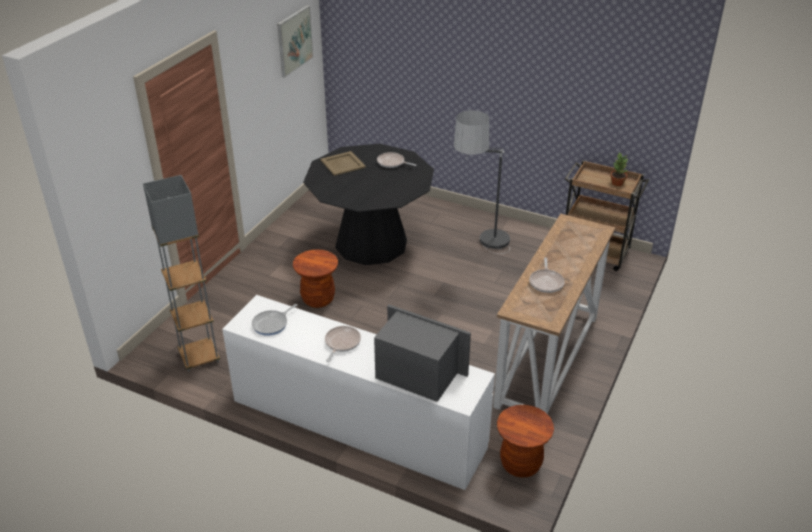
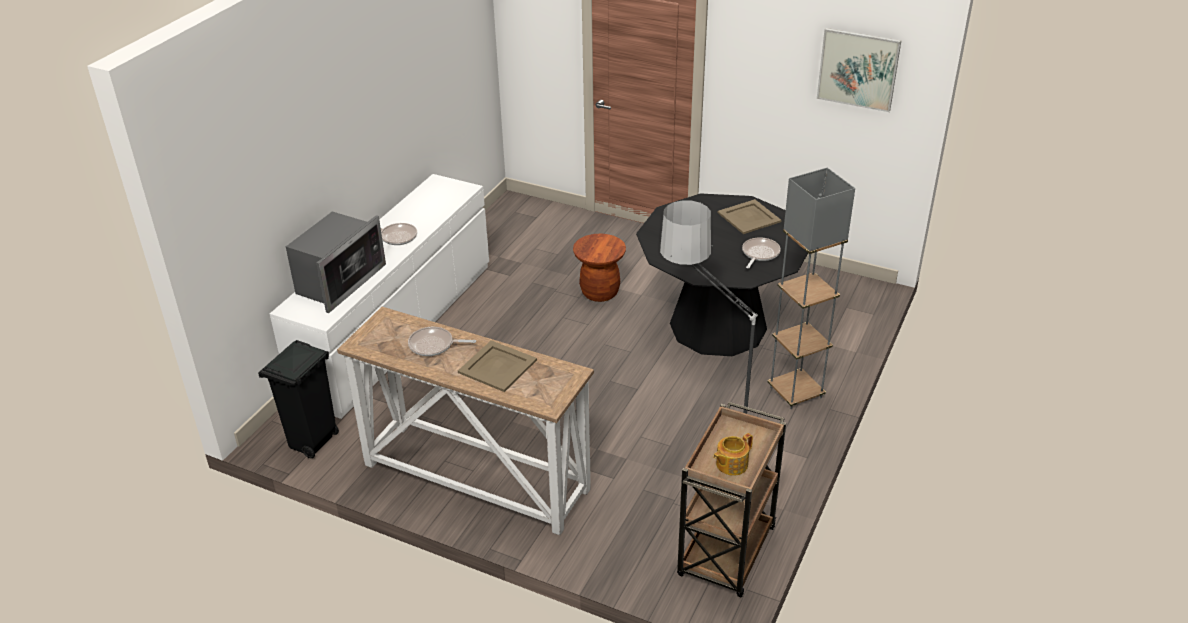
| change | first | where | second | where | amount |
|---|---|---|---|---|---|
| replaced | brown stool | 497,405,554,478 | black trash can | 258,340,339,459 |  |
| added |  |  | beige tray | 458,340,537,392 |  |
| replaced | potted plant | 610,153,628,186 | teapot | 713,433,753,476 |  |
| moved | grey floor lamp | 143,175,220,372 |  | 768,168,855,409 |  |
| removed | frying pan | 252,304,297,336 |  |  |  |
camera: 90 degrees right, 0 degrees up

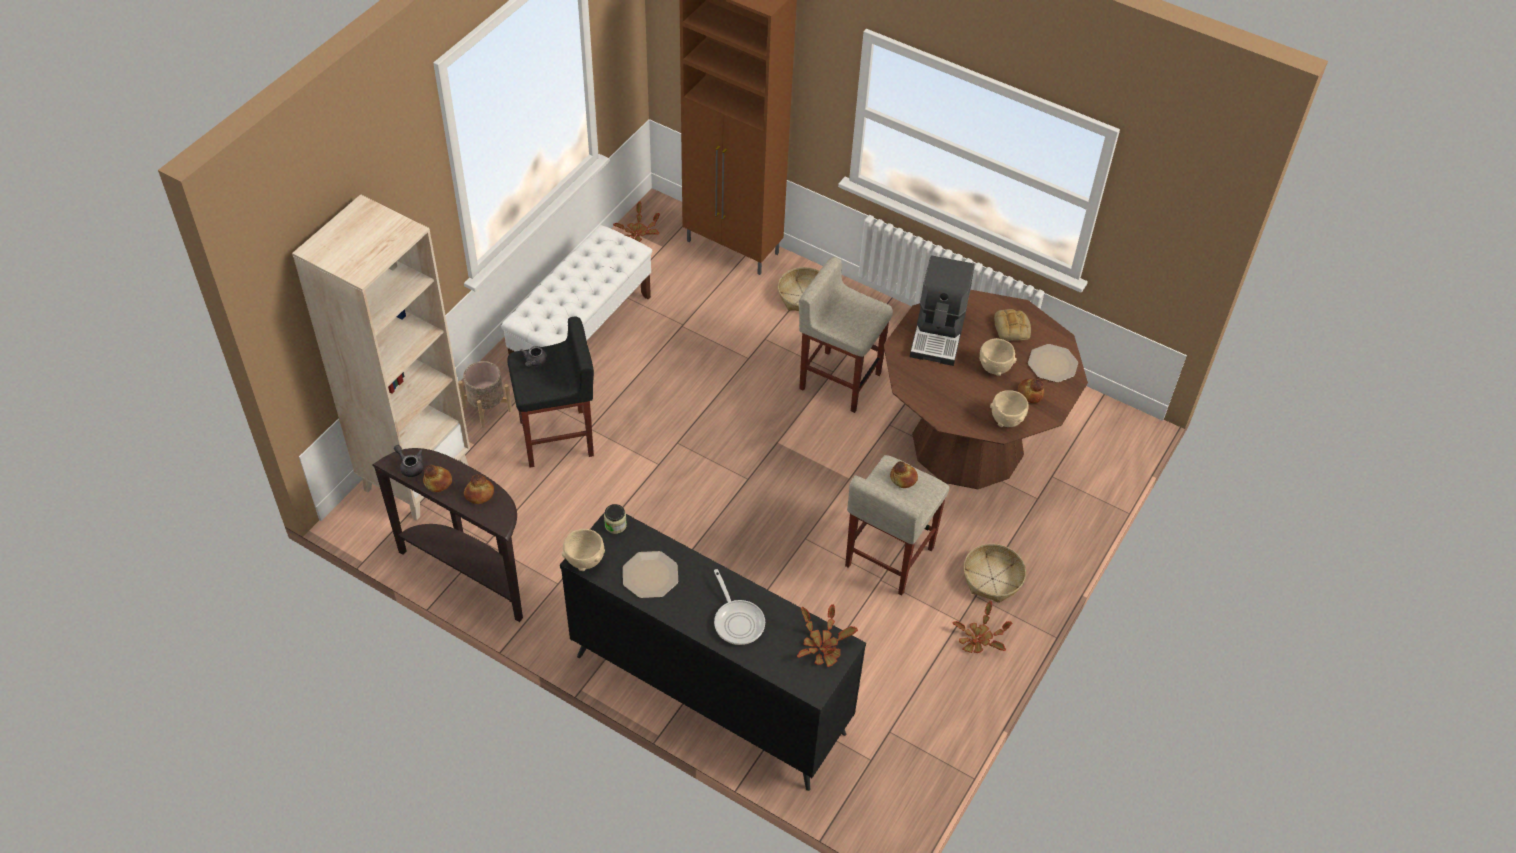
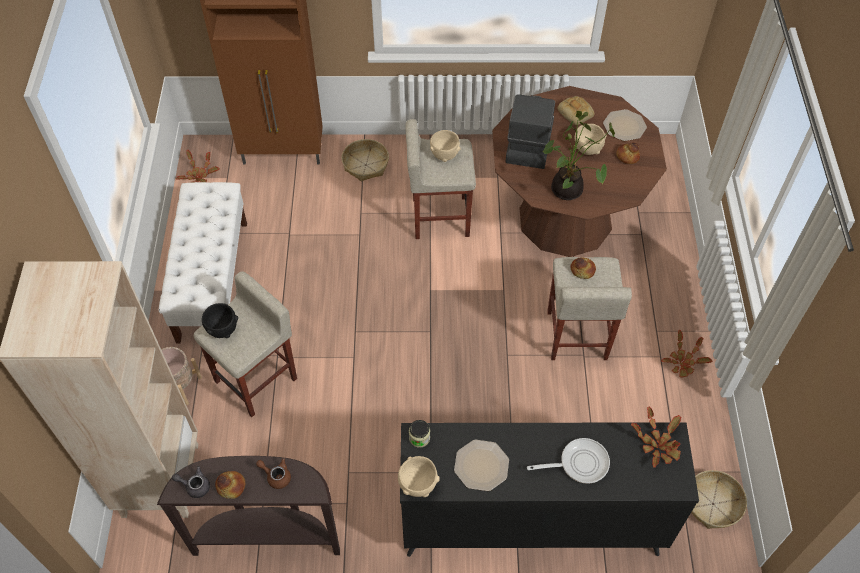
| change | first | where | second | where | amount |
|---|---|---|---|---|---|
| recoloured | black stool | 507,317,594,468 | beige stool | 194,271,297,417 |  |
| replaced | grey teapot | 520,346,547,367 | black bowl | 202,303,238,338 |  |
| replaced | bread | 464,474,494,504 | brown teapot | 256,458,291,489 |  |
| moved | beige bowl | 990,390,1029,427 |  | 430,130,461,162 |  |
| turned | coffee machine | 910,256,975,366 |  | 505,95,555,169 | 150 degrees counterclockwise |
| turned | frying pan | 714,569,765,645 |  | 527,438,610,484 | 45 degrees counterclockwise |
| added |  |  | potted plant | 543,111,615,200 |  |
| moved | basket | 963,544,1026,603 |  | 691,470,747,529 |  |
camera: 30 degrees left, 5 degrees up

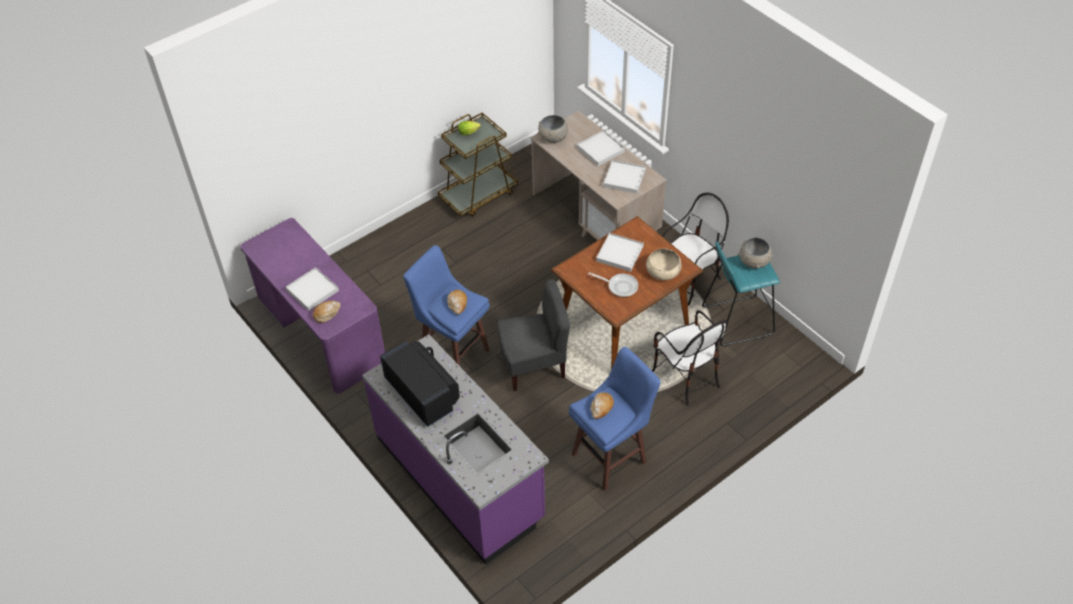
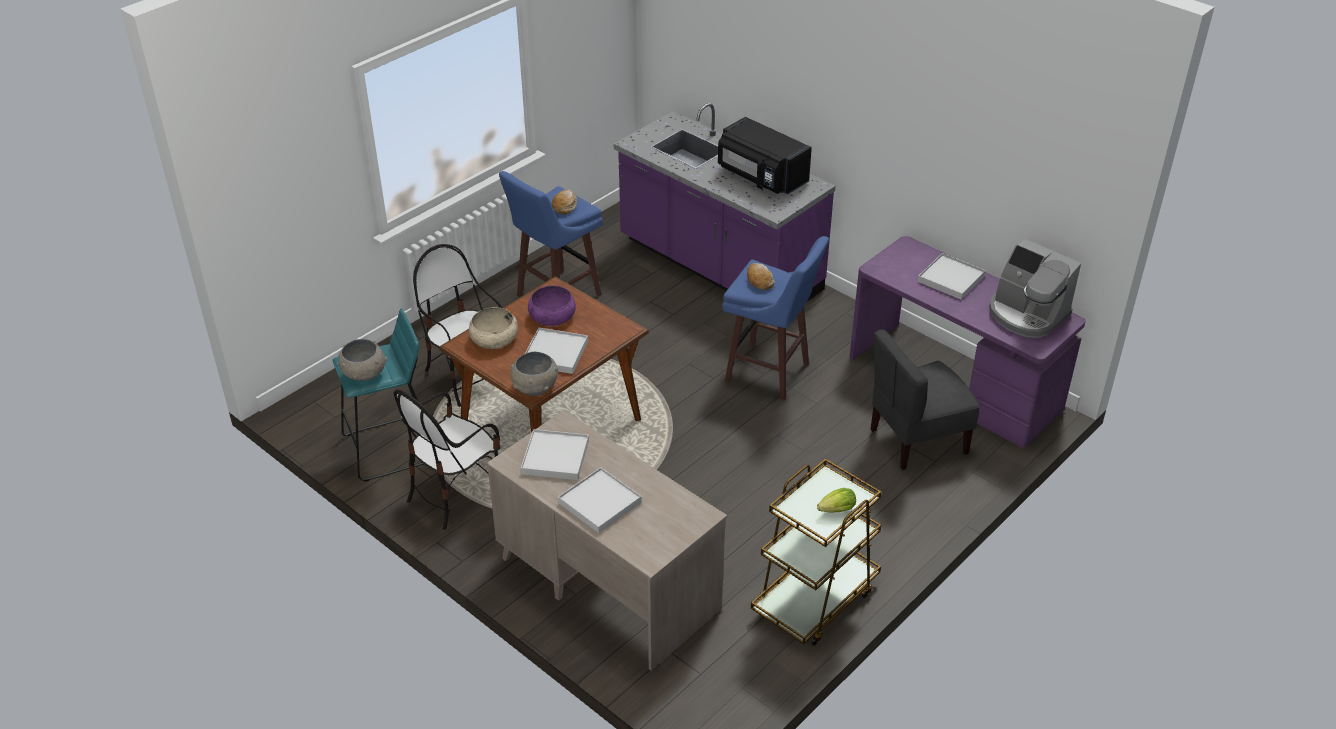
| change | first | where | second | where | amount |
|---|---|---|---|---|---|
| moved | grey bowl | 538,115,568,143 |  | 510,352,558,396 |  |
| replaced | frying pan | 588,273,638,297 | purple bowl | 528,285,576,326 |  |
| moved | grey chair | 498,279,570,391 |  | 871,329,980,470 |  |
| added |  |  | coffee machine | 989,239,1081,338 |  |
| removed | bread | 313,301,341,323 |  |  |  |
camera: 170 degrees right, 10 degrees down

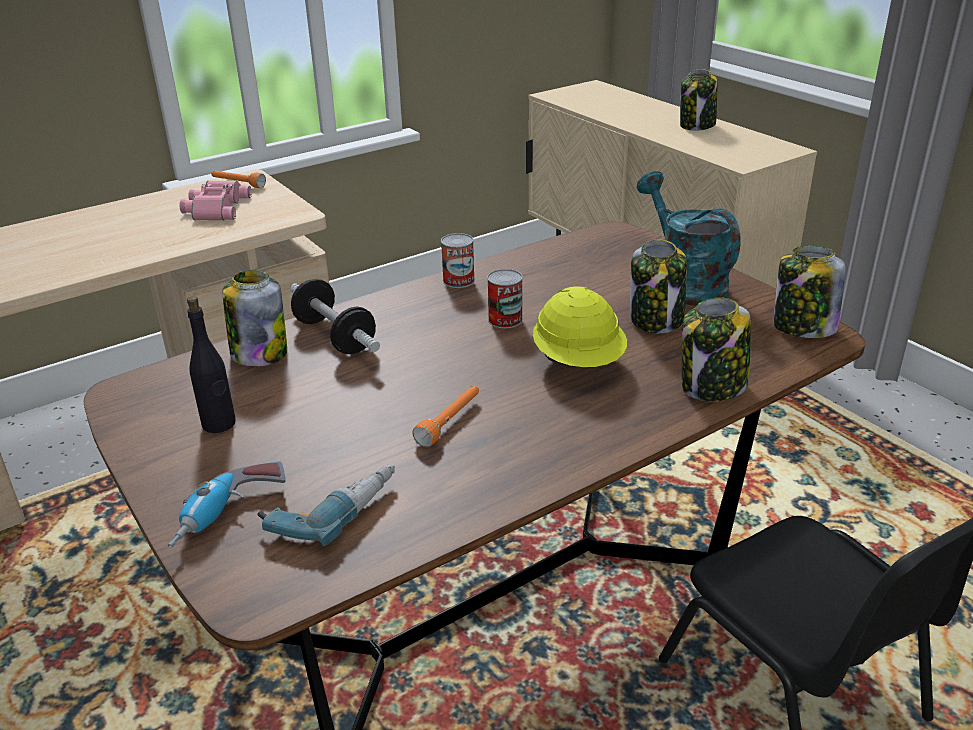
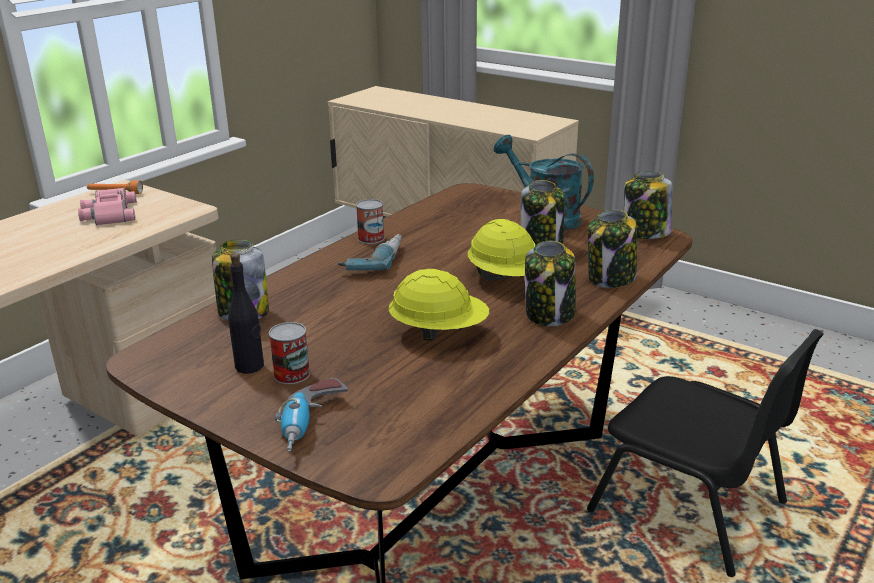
| change | first | where | second | where | amount |
|---|---|---|---|---|---|
| moved | can | 487,269,523,328 |  | 269,322,310,384 |  |
| moved | power drill | 257,464,395,546 |  | 338,234,402,271 |  |
| replaced | orange flashlight | 412,385,479,447 | yellow hard hat | 389,269,489,341 |  |
| moved | jar | 680,69,717,131 |  | 525,241,576,326 |  |
| removed | dumbbell | 290,279,380,354 |  |  |  |
camera: 20 degrees left, 5 degrees down

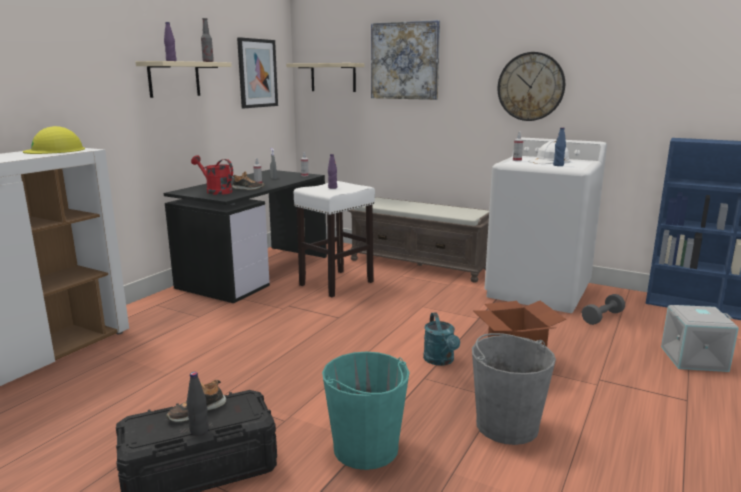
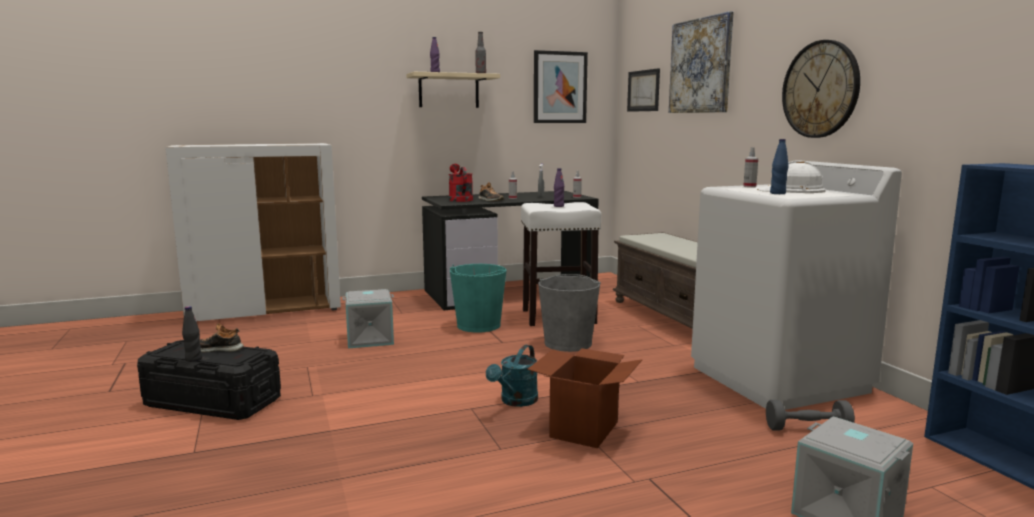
| change | first | where | second | where | amount |
|---|---|---|---|---|---|
| added |  |  | grey storage box | 342,289,394,348 |  |
| moved | turquoise bucket | 322,352,409,470 |  | 450,264,507,333 |  |
| moved | grey bucket | 472,333,556,445 |  | 538,274,601,352 |  |
| replaced | beige shelf | 286,63,364,92 | picture | 627,68,660,112 |  |
| removed | yellow hard hat | 23,126,85,154 |  |  |  |
camera: 40 degrees right, 5 degrees down

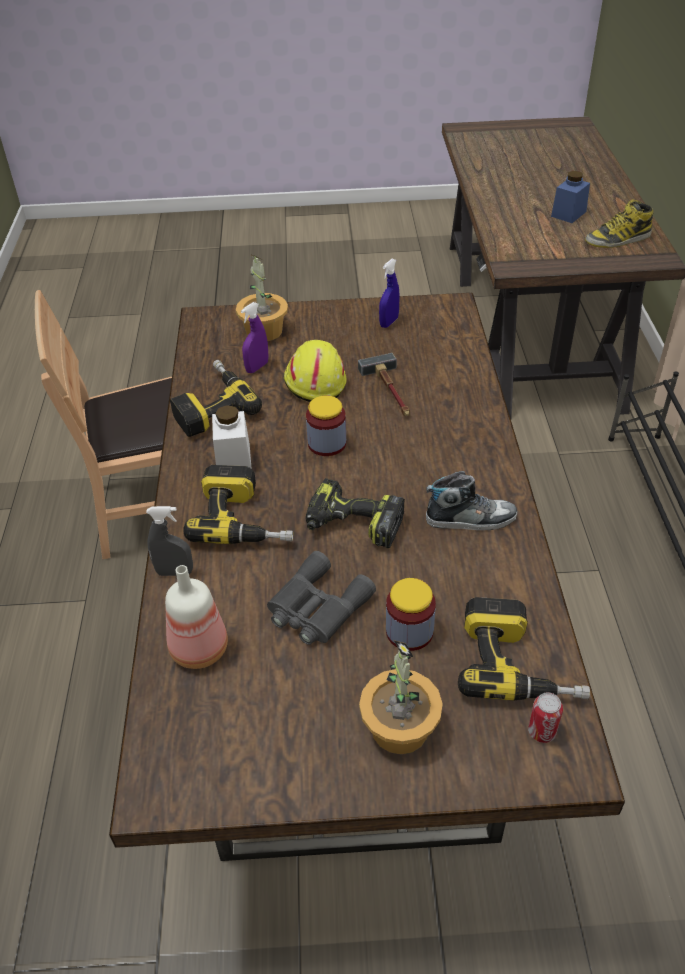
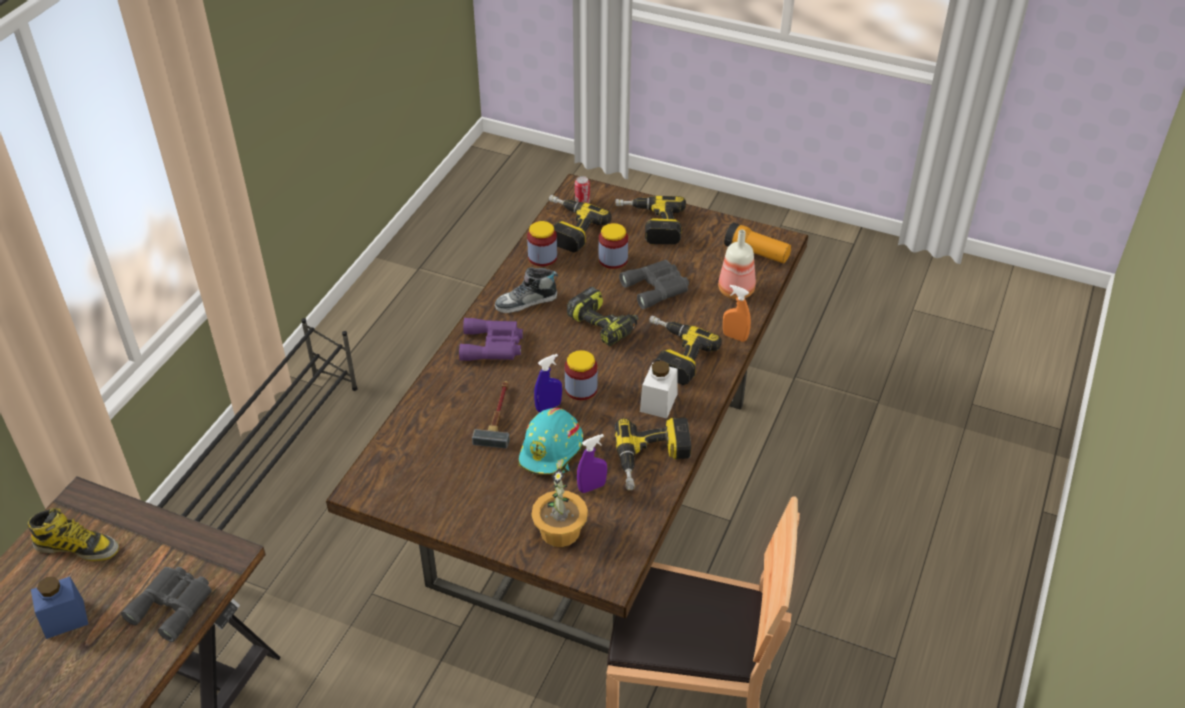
| change | first | where | second | where | amount |
|---|---|---|---|---|---|
| added |  |  | grey binoculars | 121,567,212,642 |  |
| added |  |  | purple binoculars | 459,318,523,361 |  |
| turned | shoe | 426,471,517,530 |  | 495,267,558,313 | 45 degrees counterclockwise |
| recoloured | yellow hard hat | 284,340,347,402 | turquoise hard hat | 519,408,583,474 |  |
| added |  |  | jar | 527,221,557,266 |  |
| moved | blue spray bottle | 379,259,400,328 |  | 534,354,562,412 |  |
| replaced | potted plant | 359,640,443,754 | power drill | 615,196,686,244 |  |
| recoloured | grey spray bottle | 146,506,193,576 | orange spray bottle | 723,284,751,342 |  |
| added |  |  | flashlight | 724,222,791,263 |  |
camera: 155 degrees left, 0 degrees up

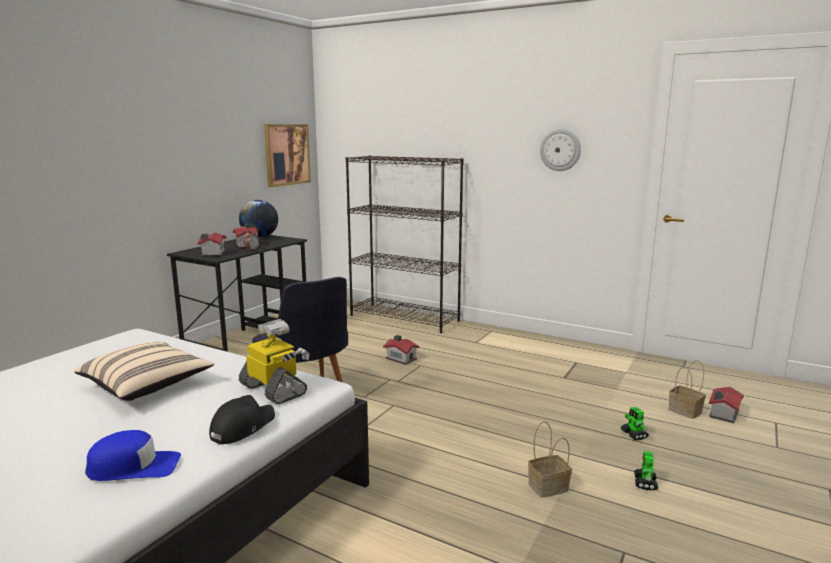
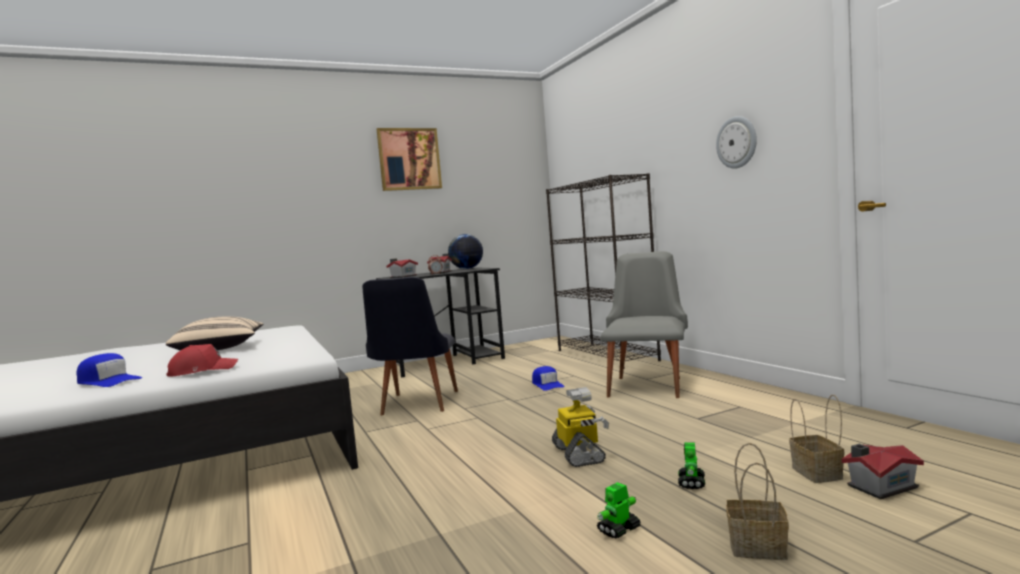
| change | first | where | second | where | amount |
|---|---|---|---|---|---|
| recoloured | black cap | 209,395,275,444 | red cap | 166,344,238,377 |  |
| moved | picture | 264,124,311,187 |  | 377,128,442,191 |  |
| replaced | toy house | 383,335,419,365 | blue cap | 532,366,565,391 |  |
| moved | toy robot | 239,319,310,404 |  | 552,387,609,467 |  |
| added |  |  | grey chair | 601,251,688,398 |  |
| moved | basket | 528,421,572,498 |  | 726,443,789,560 |  |
camera: 35 degrees right, 10 degrees down

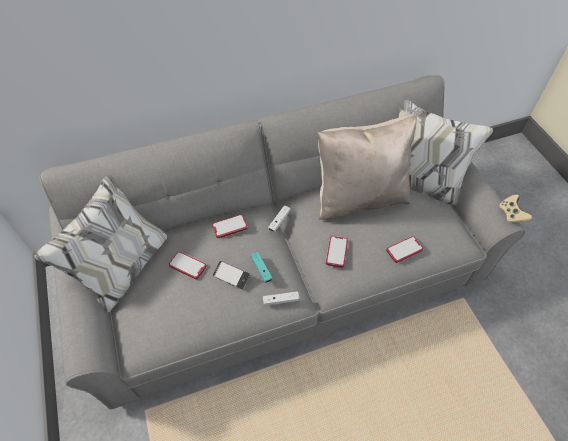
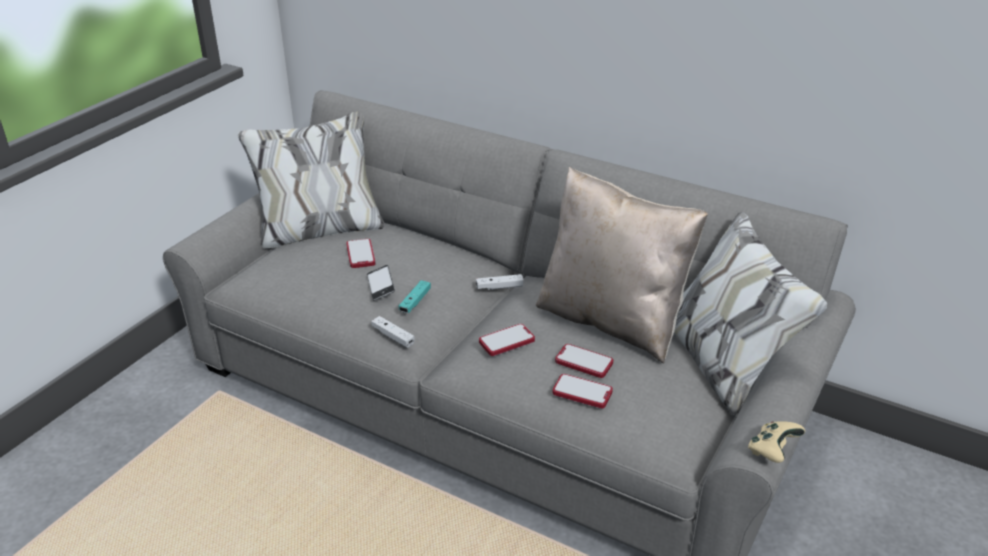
| change | first | where | second | where | amount |
|---|---|---|---|---|---|
| moved | phone | 212,215,248,238 |  | 555,344,613,378 |  |
camera: 50 degrees right, 20 degrees down

